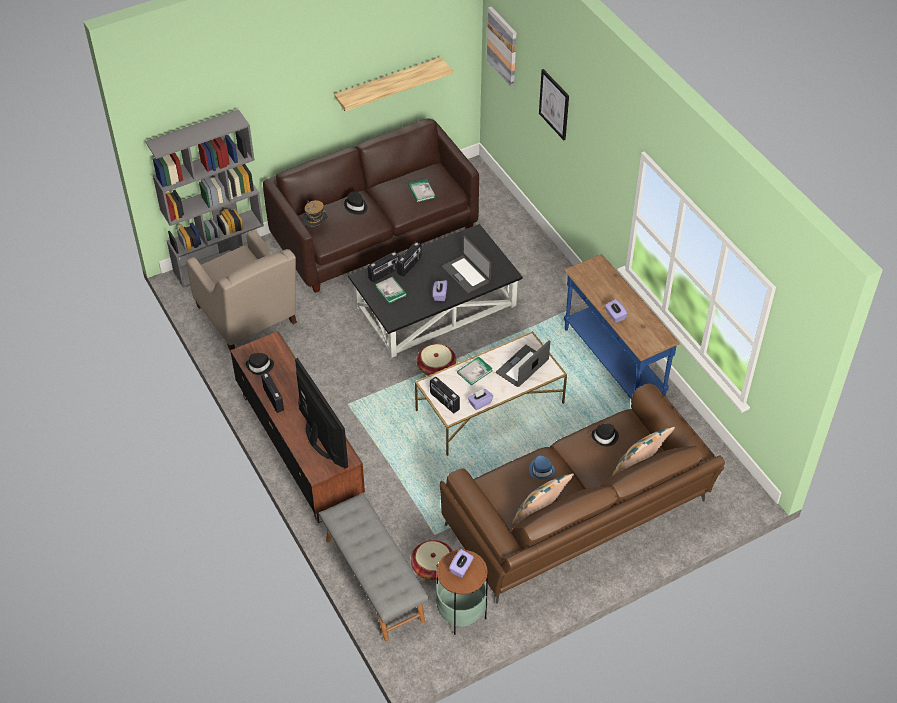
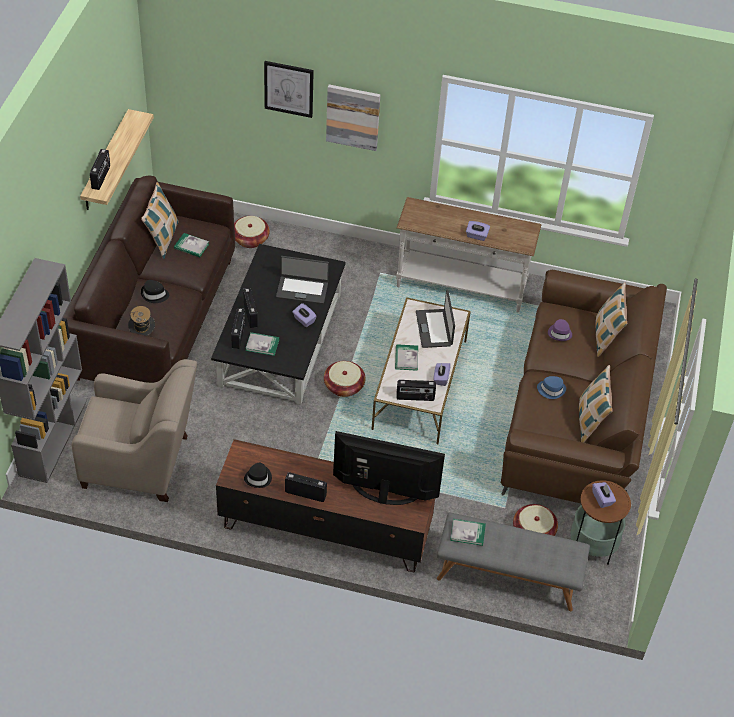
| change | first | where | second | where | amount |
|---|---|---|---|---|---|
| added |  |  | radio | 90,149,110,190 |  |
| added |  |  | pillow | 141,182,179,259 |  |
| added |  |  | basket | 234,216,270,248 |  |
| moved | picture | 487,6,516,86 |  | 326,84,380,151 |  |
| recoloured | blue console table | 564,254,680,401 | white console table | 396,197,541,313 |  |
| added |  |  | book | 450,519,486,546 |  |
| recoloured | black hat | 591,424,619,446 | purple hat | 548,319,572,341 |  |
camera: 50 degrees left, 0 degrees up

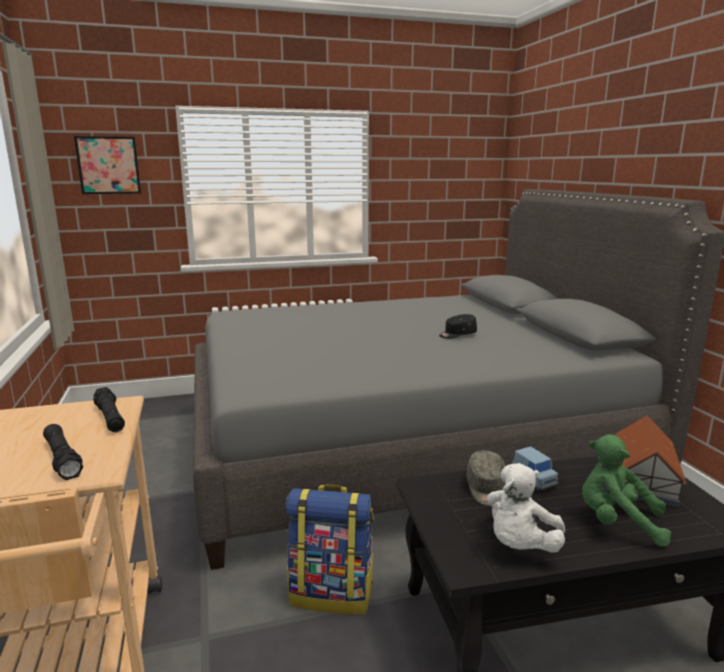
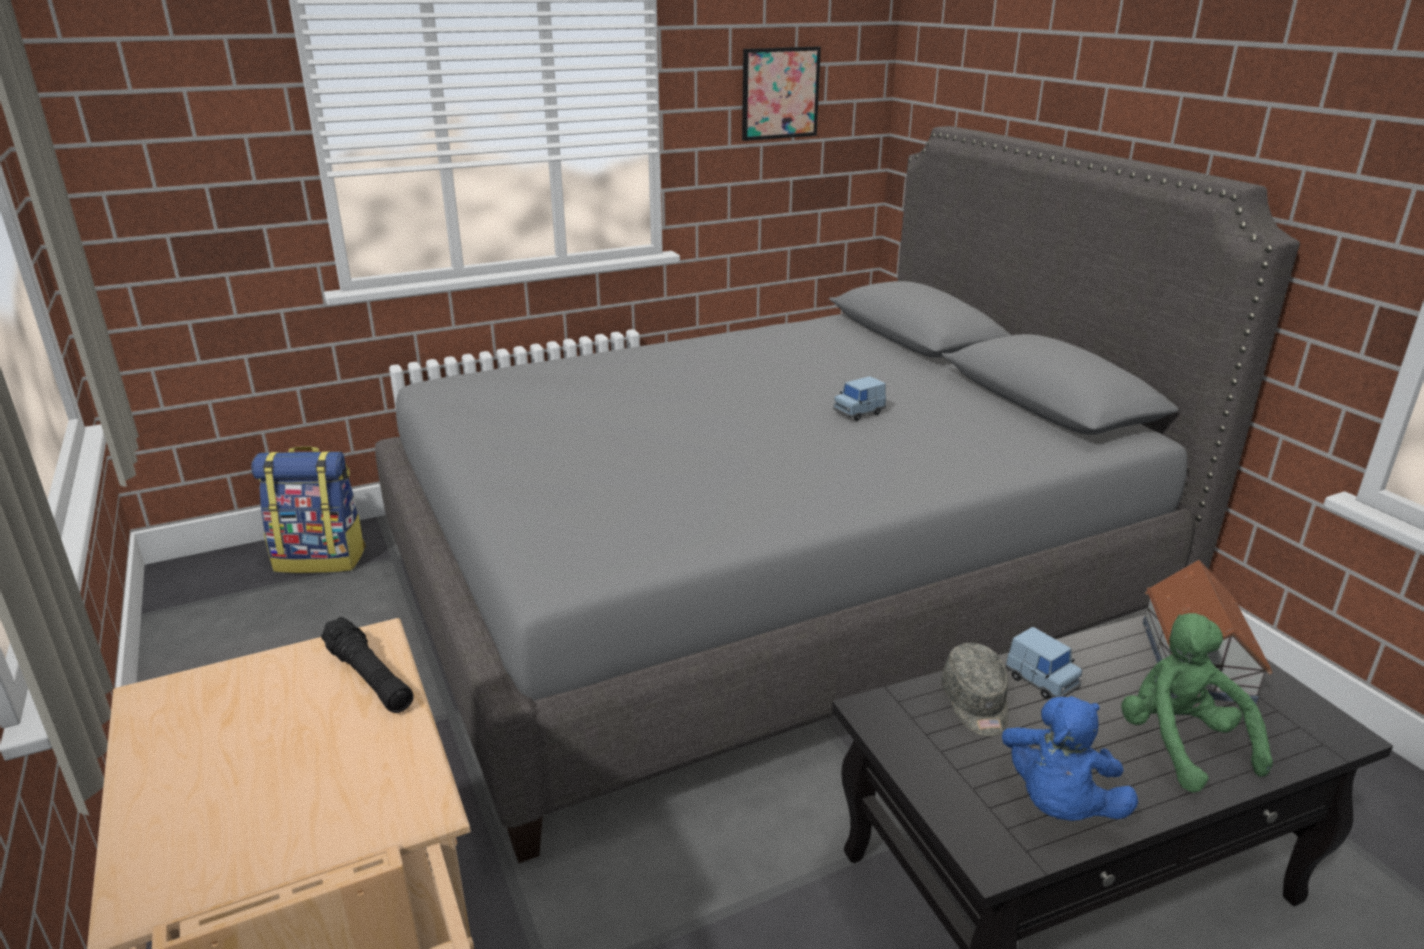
| change | first | where | second | where | amount |
|---|---|---|---|---|---|
| moved | backpack | 286,484,374,614 |  | 251,446,366,573 |  |
| moved | picture | 74,136,141,194 |  | 742,46,821,141 |  |
| replaced | black cap | 439,314,477,339 | blue toy car | 833,376,886,421 |  |
| recoloured | white plush toy | 486,463,565,552 | blue plush toy | 1002,696,1138,821 |  |
| turned | green plush toy | 582,434,671,546 |  | 1121,613,1273,793 | 60 degrees clockwise |
| removed | black flashlight | 43,424,83,480 |  |  |  |
camera: 10 degrees left, 10 degrees up

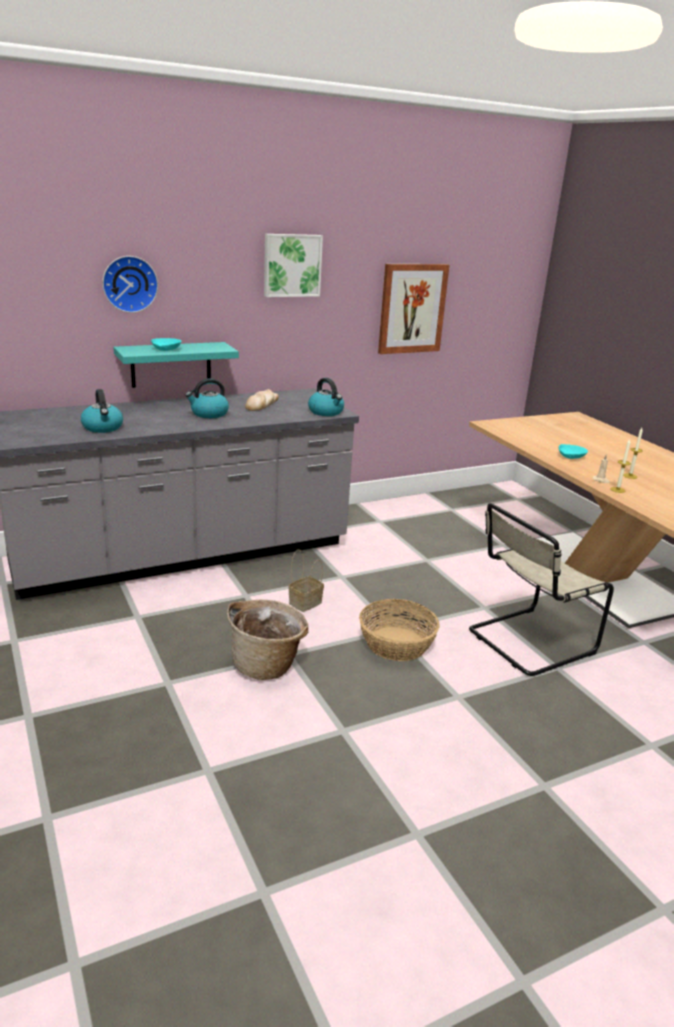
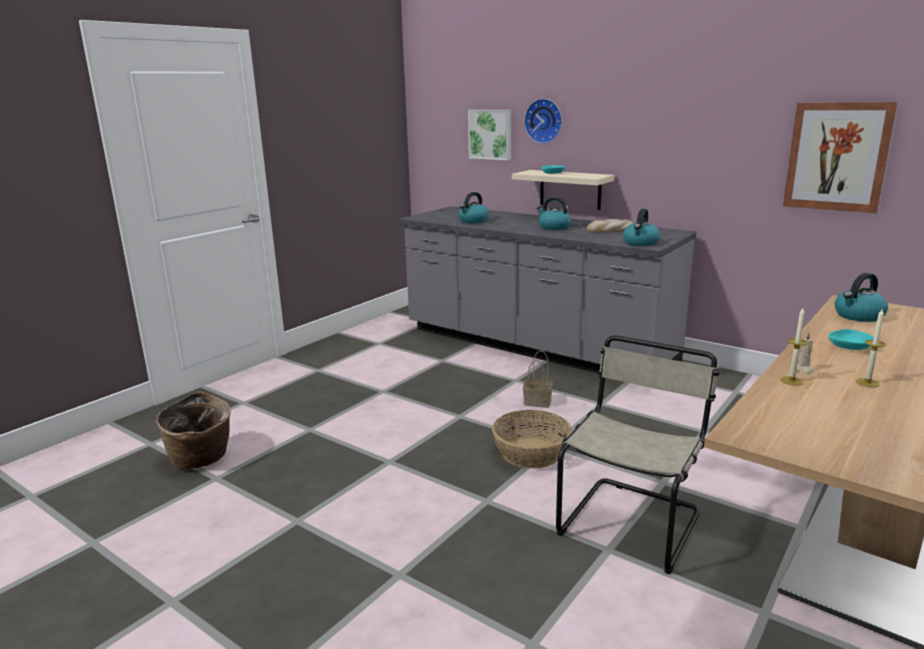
| change | first | where | second | where | amount |
|---|---|---|---|---|---|
| moved | basket | 227,599,308,680 |  | 156,391,231,470 |  |
| moved | picture | 264,234,323,297 |  | 468,110,511,160 |  |
| recoloured | turquoise shelf | 113,342,239,388 | beige shelf | 512,170,614,210 |  |
| turned | beige chair | 469,503,614,676 |  | 556,336,719,574 | 90 degrees clockwise |
| added |  |  | kettle | 835,273,888,322 |  |
camera: 65 degrees right, 5 degrees down

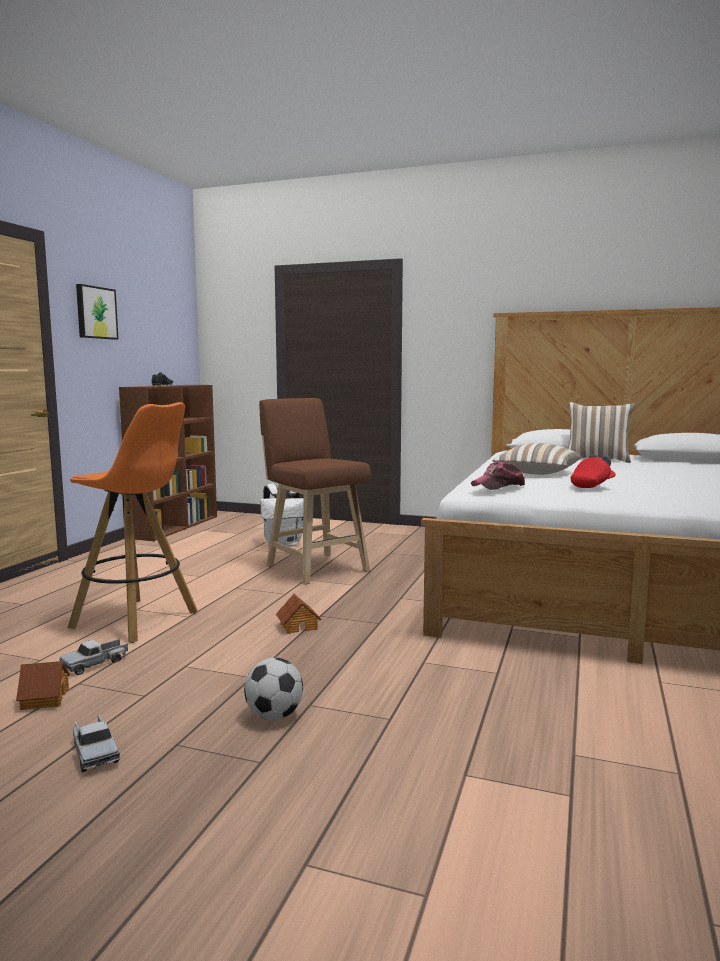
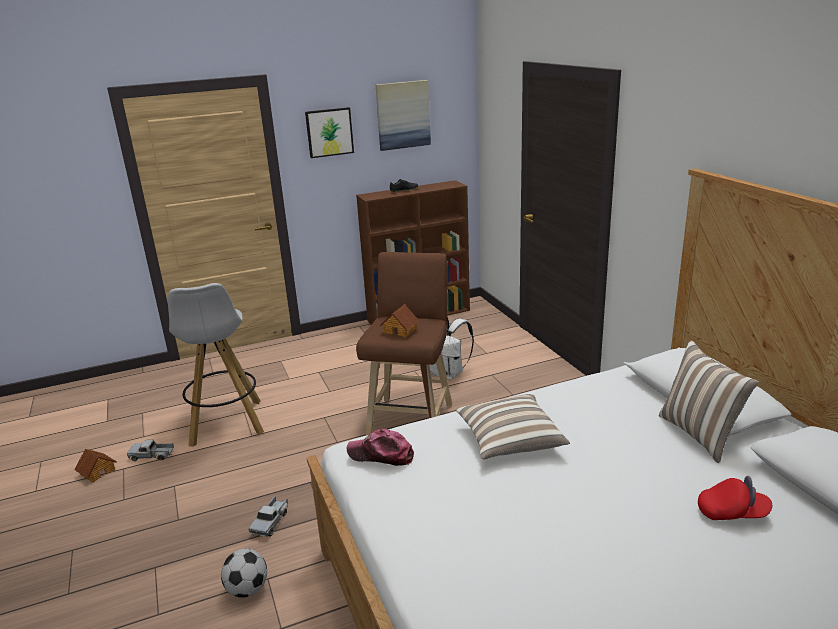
| change | first | where | second | where | amount |
|---|---|---|---|---|---|
| recoloured | orange stool | 68,402,197,643 | white stool | 168,283,264,447 |  |
| moved | football | 244,658,303,720 |  | 221,548,267,598 |  |
| moved | toy truck | 73,714,120,772 |  | 248,496,288,537 |  |
| added |  |  | picture | 376,80,431,151 |  |
| moved | toy house | 276,594,321,634 |  | 380,304,419,338 |  |
| moved | red cap | 571,454,616,488 |  | 698,476,773,520 |  |
camera: 50 degrees right, 15 degrees up

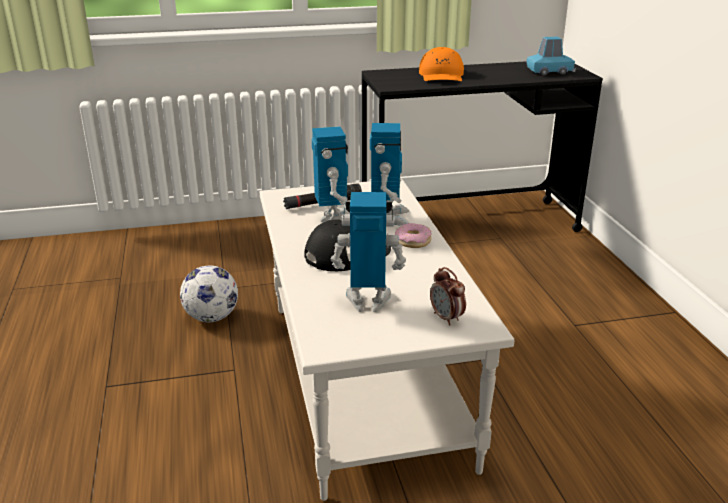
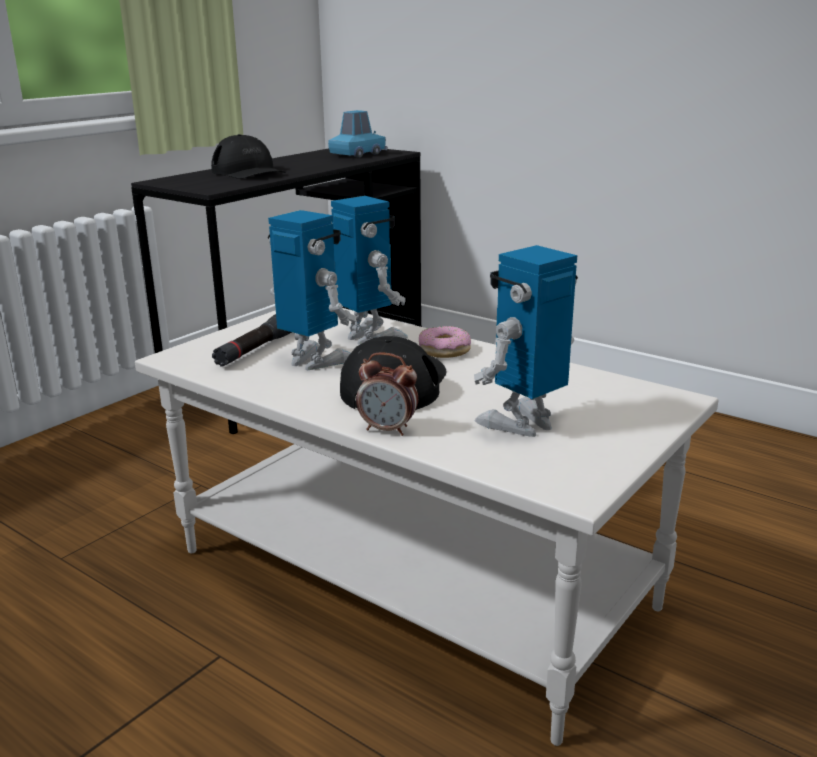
| change | first | where | second | where | amount |
|---|---|---|---|---|---|
| recoloured | orange cap | 419,47,464,81 | black cap | 211,134,286,179 |  |
| moved | alarm clock | 430,267,466,326 |  | 356,352,418,436 |  |
| removed | football | 180,265,238,322 |  |  |  |
camera: 40 degrees left, 5 degrees down

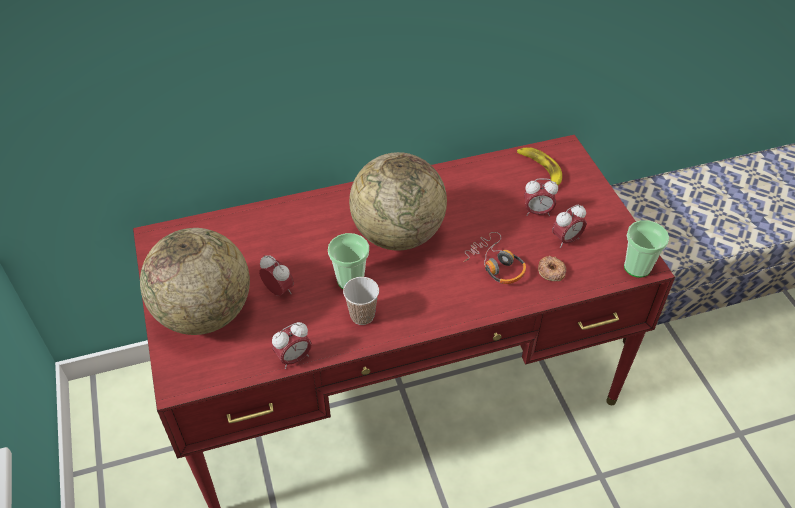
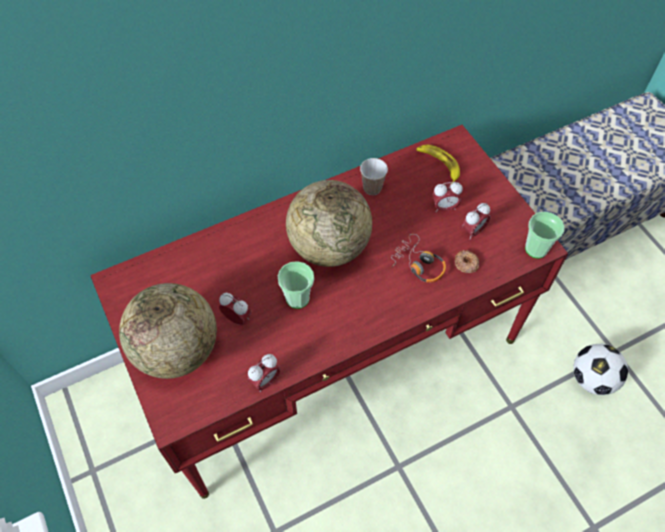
| change | first | where | second | where | amount |
|---|---|---|---|---|---|
| moved | cup | 343,277,379,325 |  | 360,158,388,195 |  |
| added |  |  | football | 573,344,628,395 |  |
camera: 10 degrees left, 10 degrees up

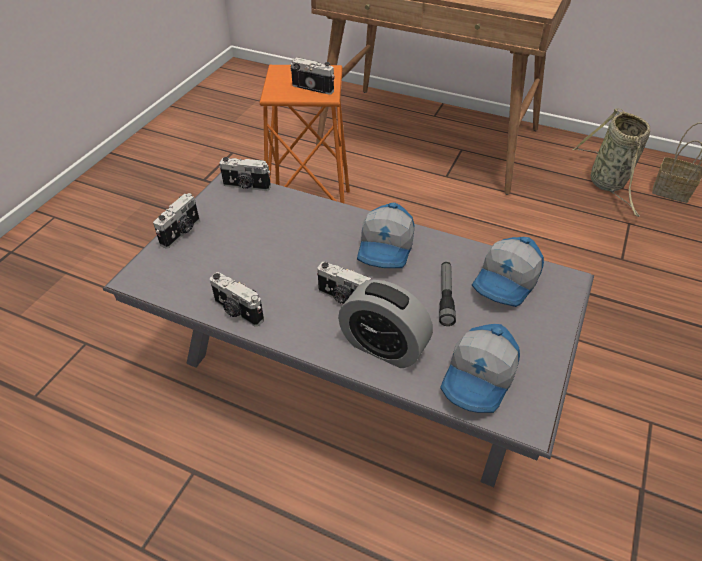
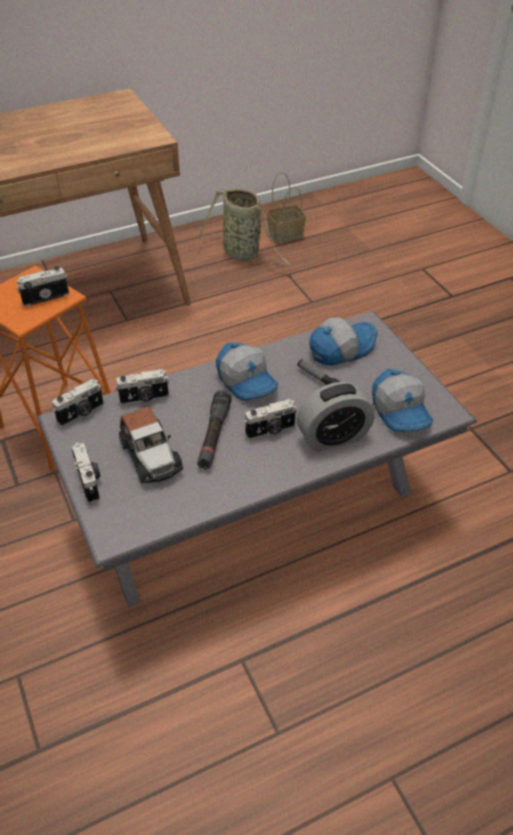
| change | first | where | second | where | amount |
|---|---|---|---|---|---|
| moved | photo camera | 210,272,264,327 |  | 115,369,169,405 |  |
| added |  |  | toy car | 119,407,183,483 |  |
| added |  |  | black flashlight | 197,390,232,469 |  |
| turned | cap | 472,237,544,307 |  | 309,317,378,366 | 105 degrees counterclockwise |
camera: 50 degrees left, 0 degrees up

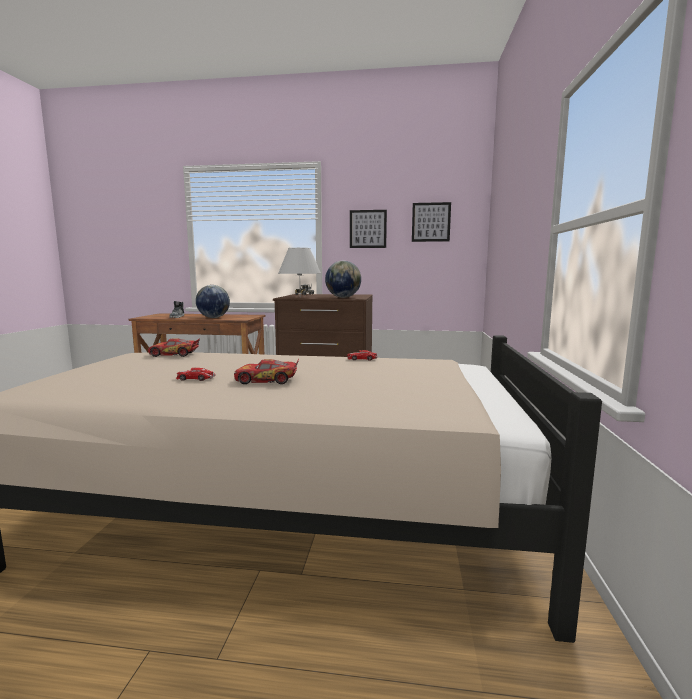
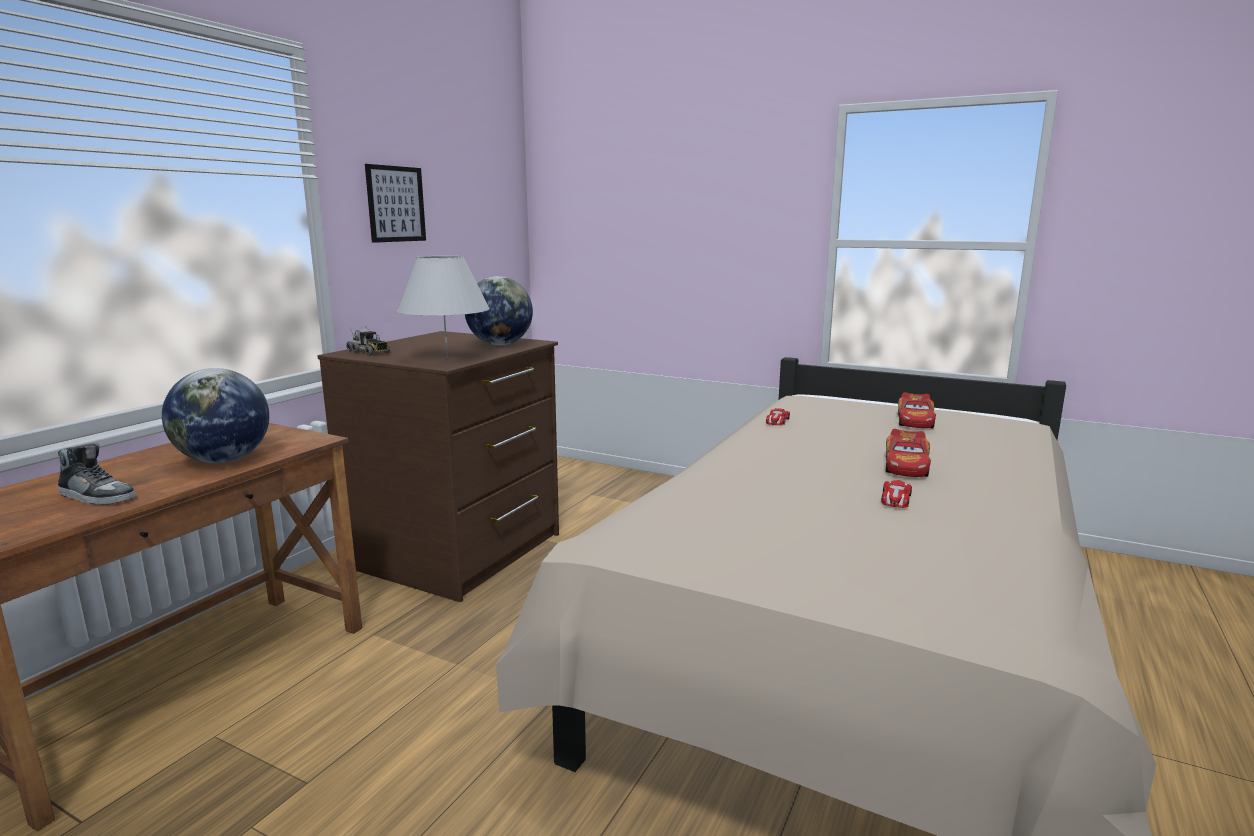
| change | first | where | second | where | amount |
|---|---|---|---|---|---|
| moved | toy car | 148,338,200,357 |  | 898,392,936,428 |  |
| removed | picture | 412,202,451,242 |  |  |  |
camera: 70 degrees left, 5 degrees up

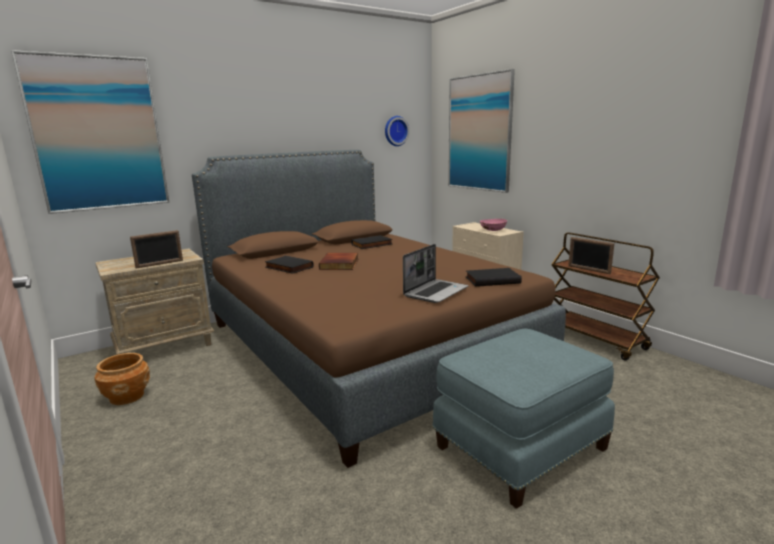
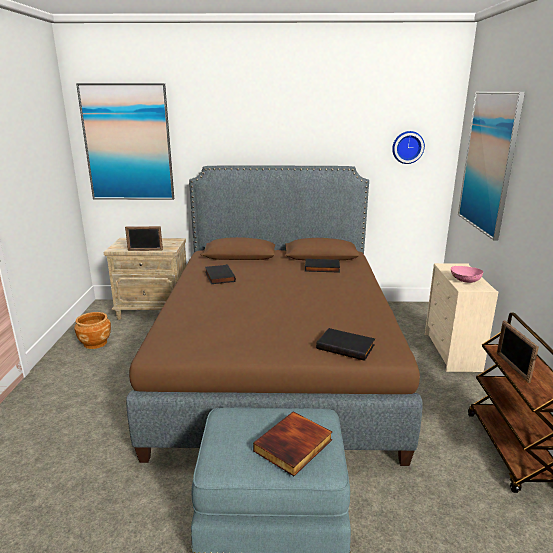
| change | first | where | second | where | amount |
|---|---|---|---|---|---|
| moved | book | 319,253,359,270 |  | 253,412,332,476 |  |
| removed | laptop | 403,244,468,303 |  |  |  |
camera: 35 degrees right, 5 degrees up

